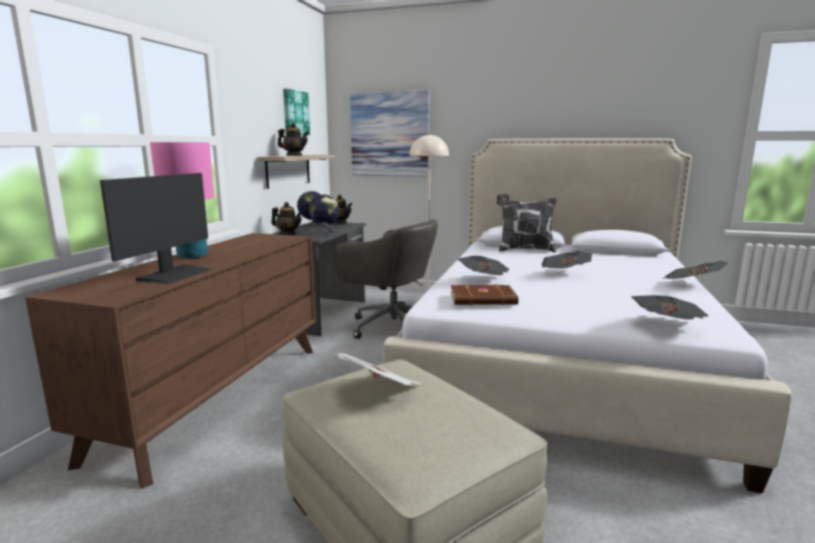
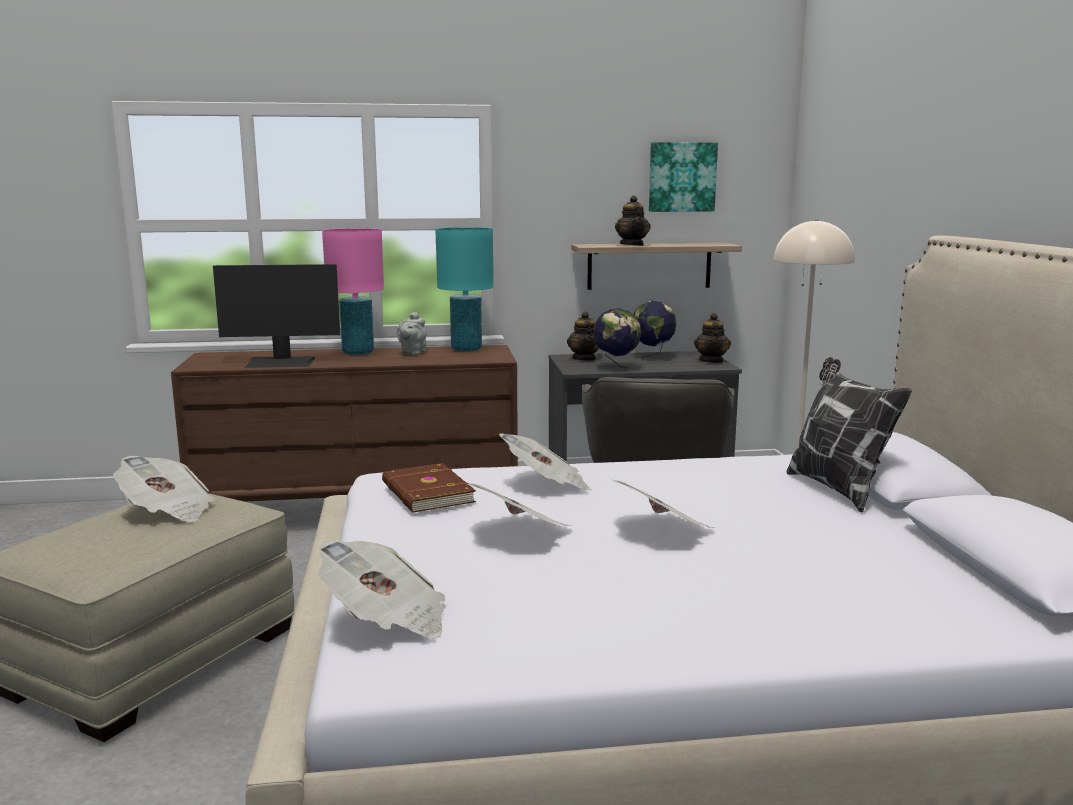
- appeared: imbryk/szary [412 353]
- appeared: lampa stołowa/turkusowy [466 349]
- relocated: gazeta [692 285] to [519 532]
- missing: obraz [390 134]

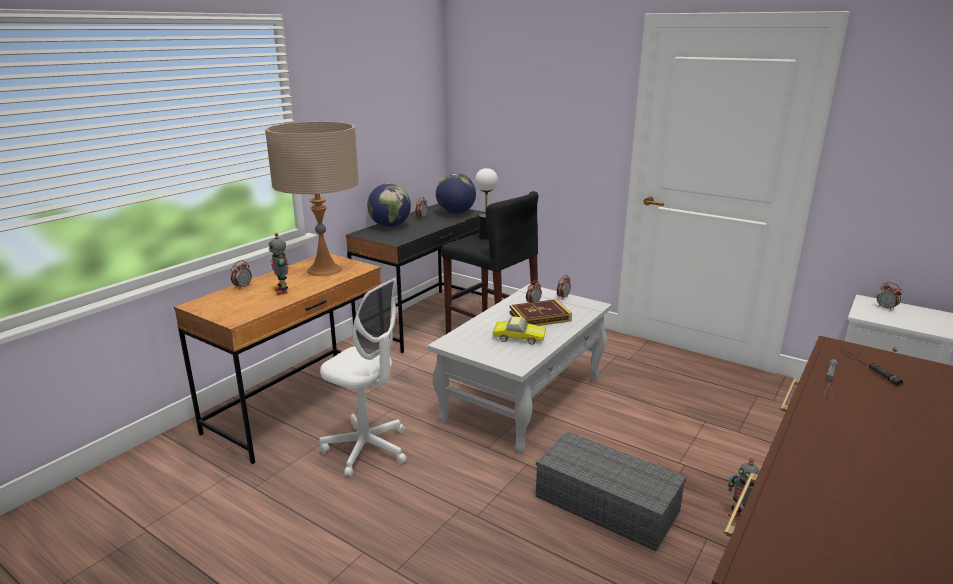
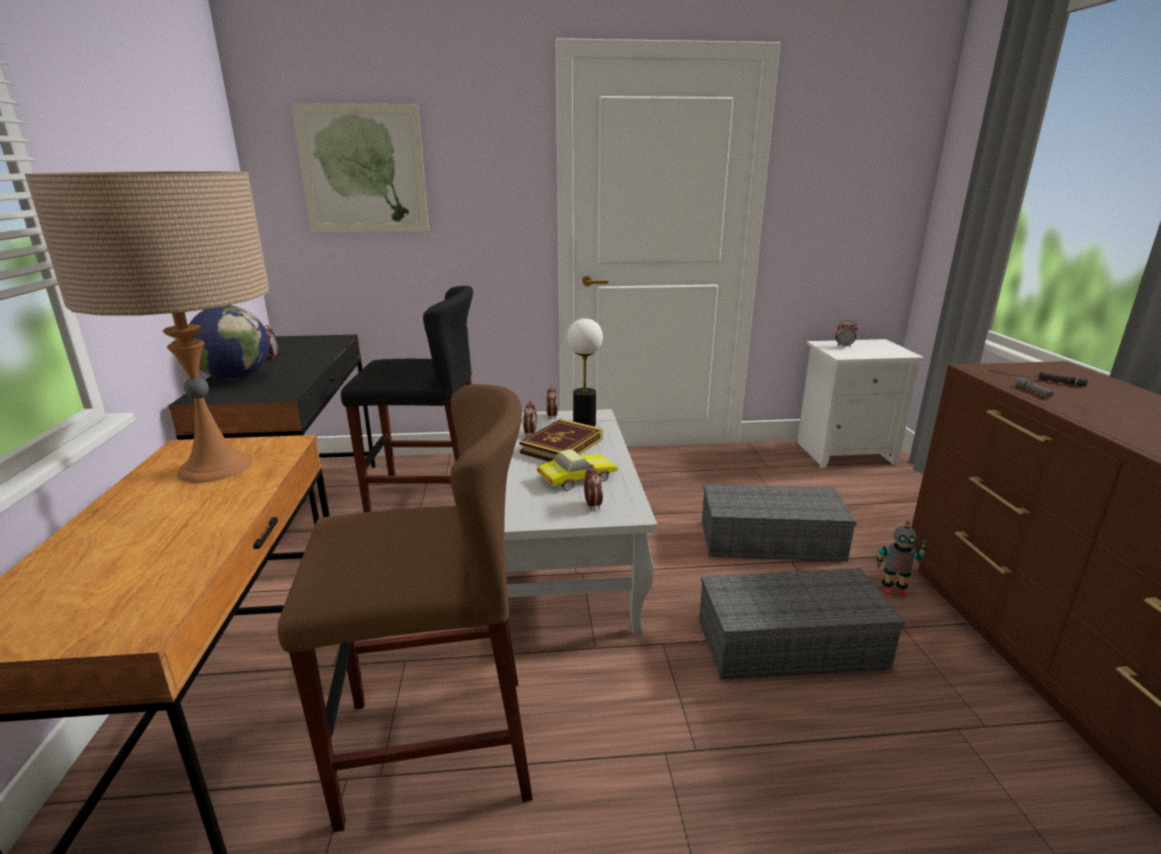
- exchanged: krzesło biurowe/biały [367 449] to stołek/brązowy [436 747]
- appeared: obraz [363 170]
- relocated: lampa stołowa [486 237] to [584 424]
- relocated: budzik [242 287] to [592 505]
- appeared: pojemnik do przechowywania/szary [769 541]
- missing: robot zabawkowy [282 291]
- missing: globus [456 213]

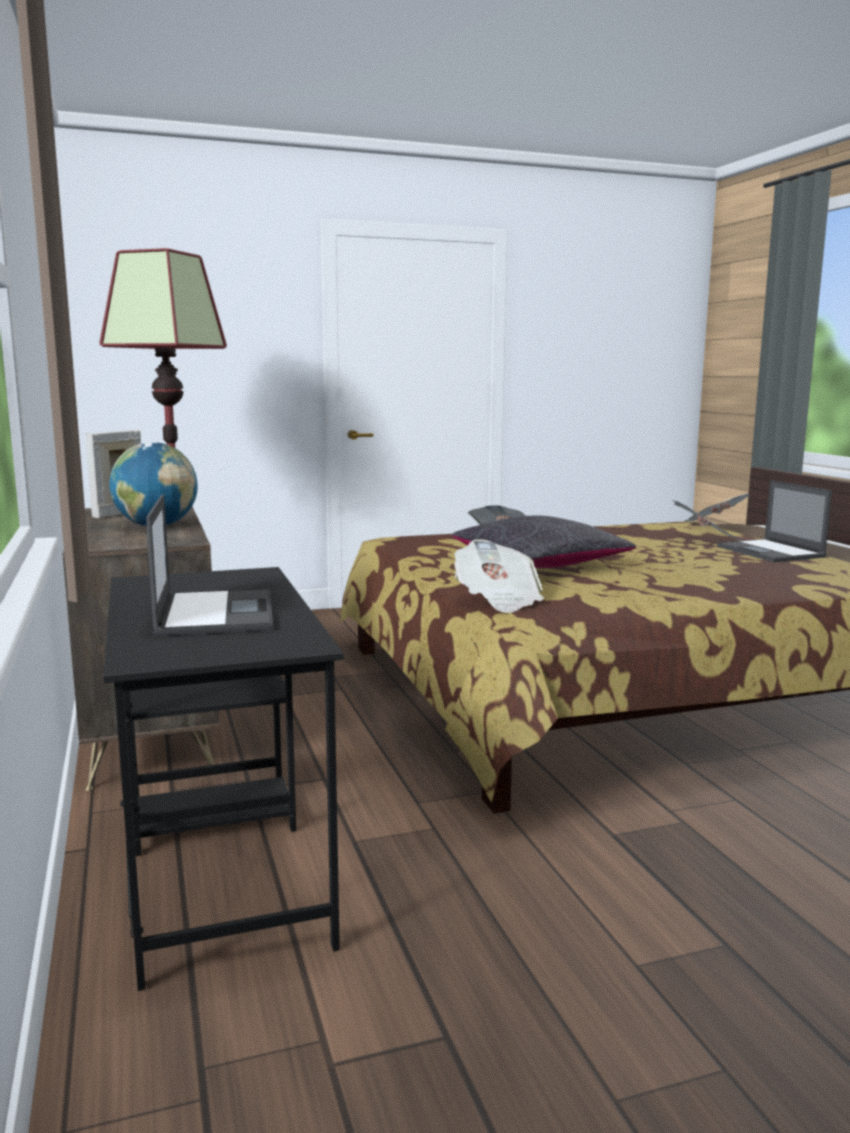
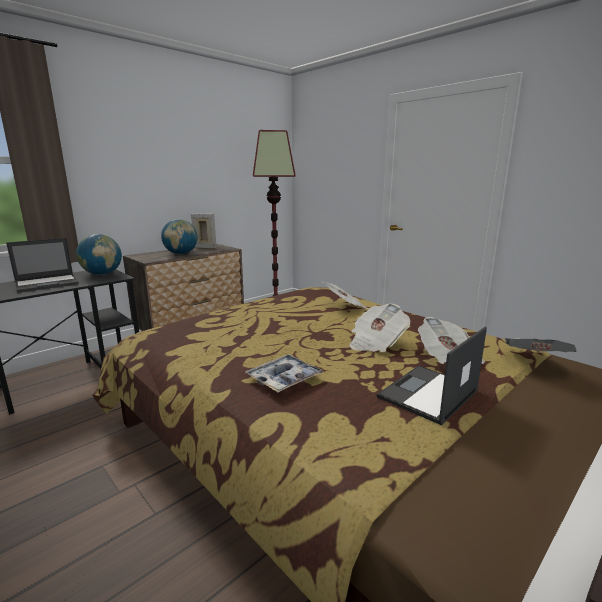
- appeared: globus [102 274]
- appeared: taca [284 379]
- relocated: gazeta [498 600] to [376 343]
- missing: poduszka/czarny [539 564]

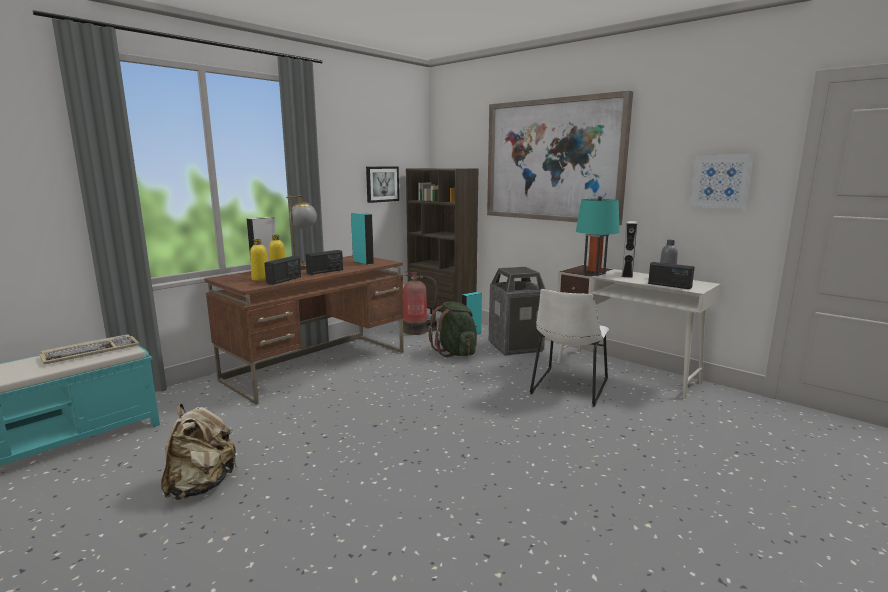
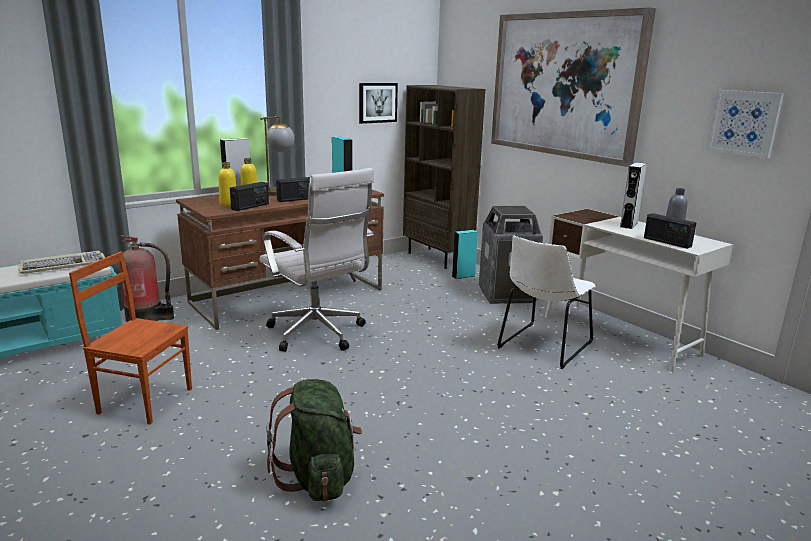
- exchanged: plecak/beżowy [201 486] to krzesło/brązowy [145 400]
- relocated: gaśnica [417 331] to [147 317]
- appeared: krzesło biurowe/biały [318 335]
- relocated: plecak/zielony [455 352] to [318 477]
- missing: lampa stołowa/turkusowy [594 273]

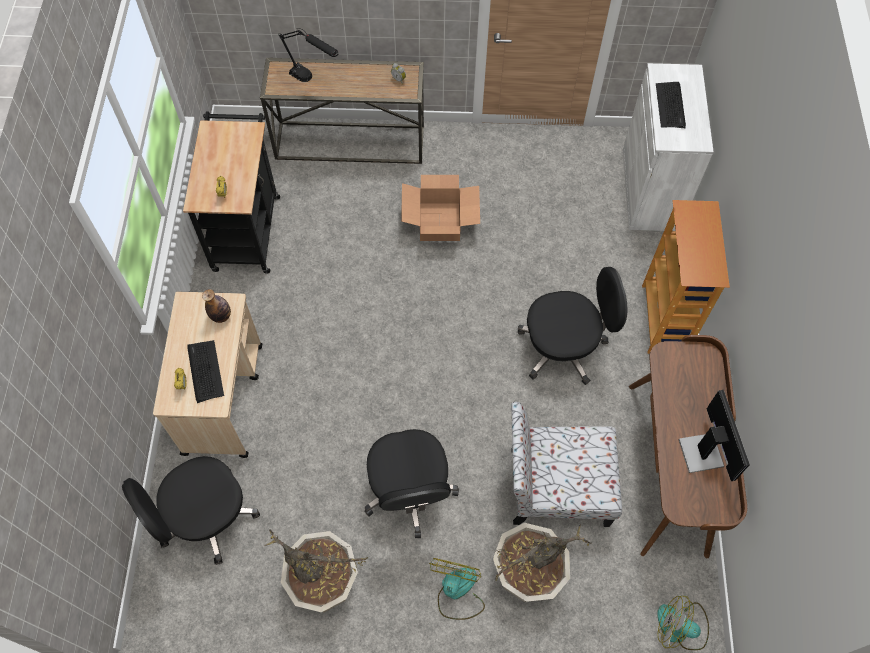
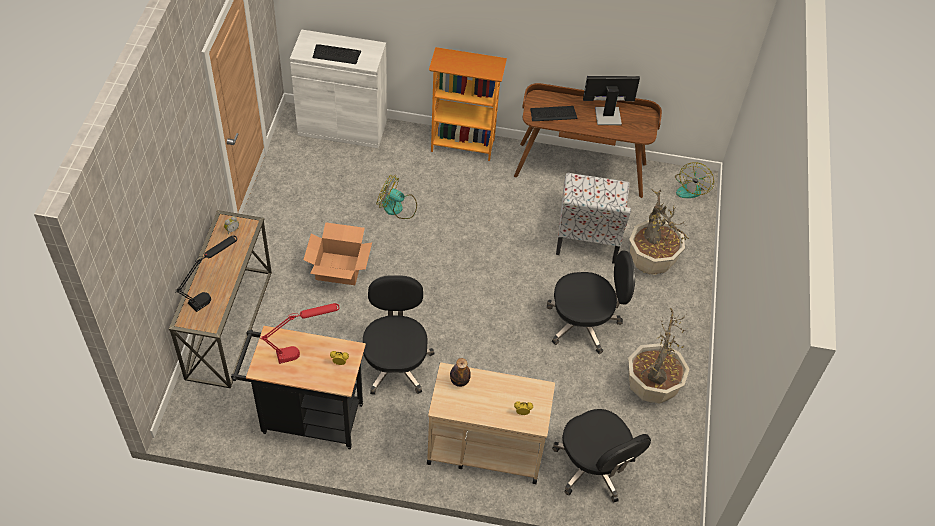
- appeared: lampa stołowa/czerwony [303 351]
- relocated: krzesło biurowe/czarny [563 347] to [395 363]
- relocated: wentylator [457 591] to [397 207]
- relocated: klawiatura [205 371] to [553 114]

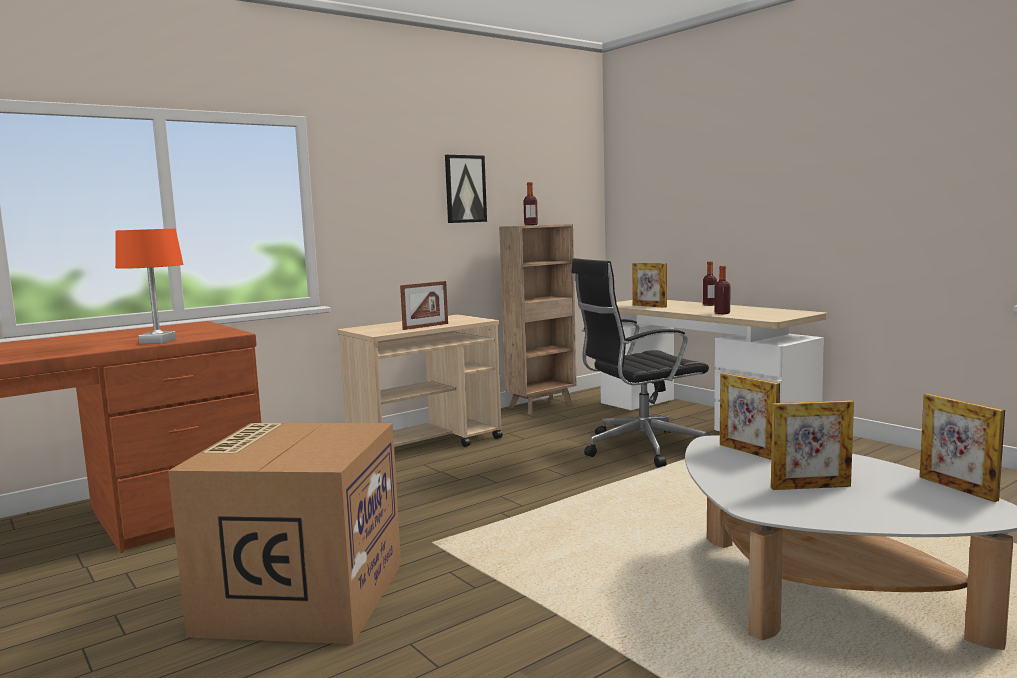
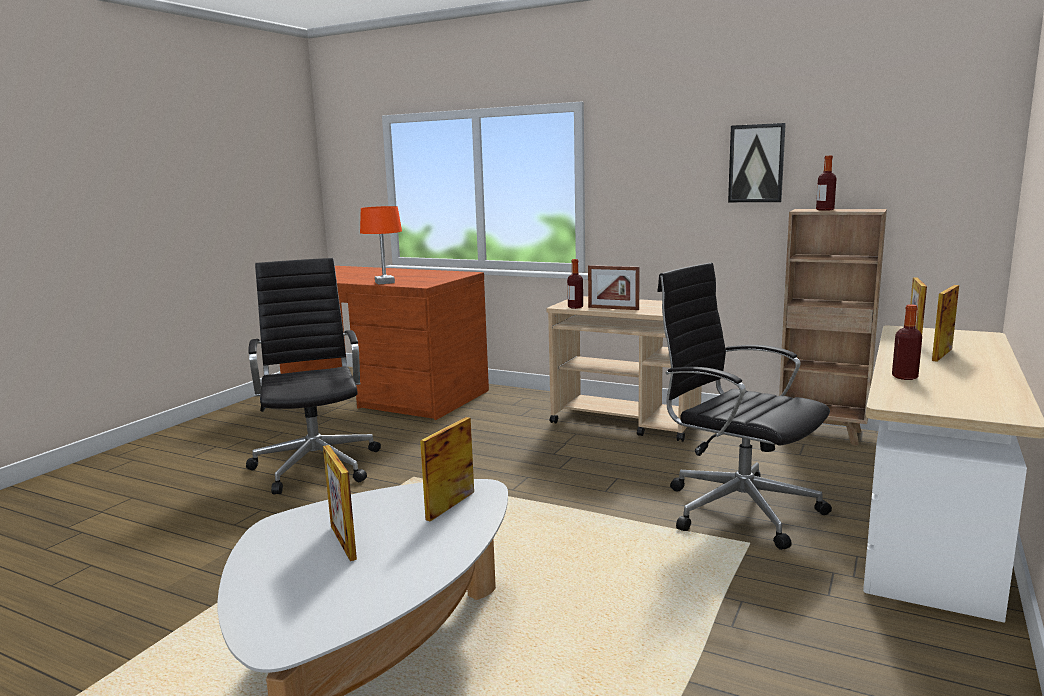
- exchanged: karton [301 596] to krzesło biurowe/czarny [316 464]
- relocated: butelka [709 305] to [575 307]
- relocated: ramka na zdjęcie [957 488] to [942 354]

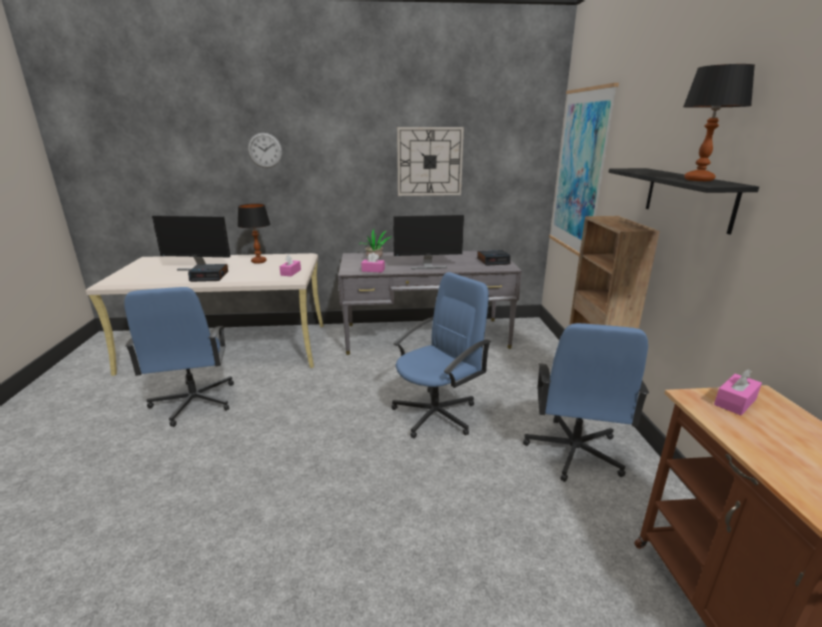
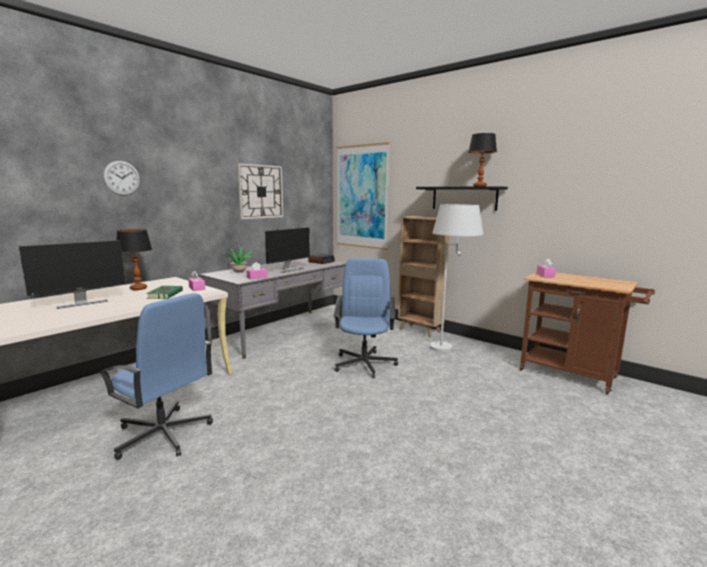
- appeared: książka/zielony [165 294]
- exchanged: krzesło biurowe/niebieski [573 452] to lampa stojąca/biały [450 351]
- missing: budzik [210 276]

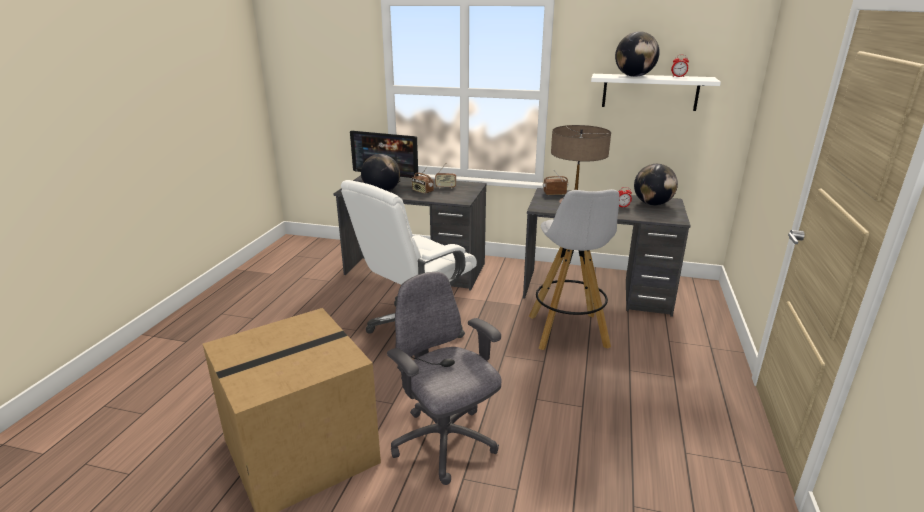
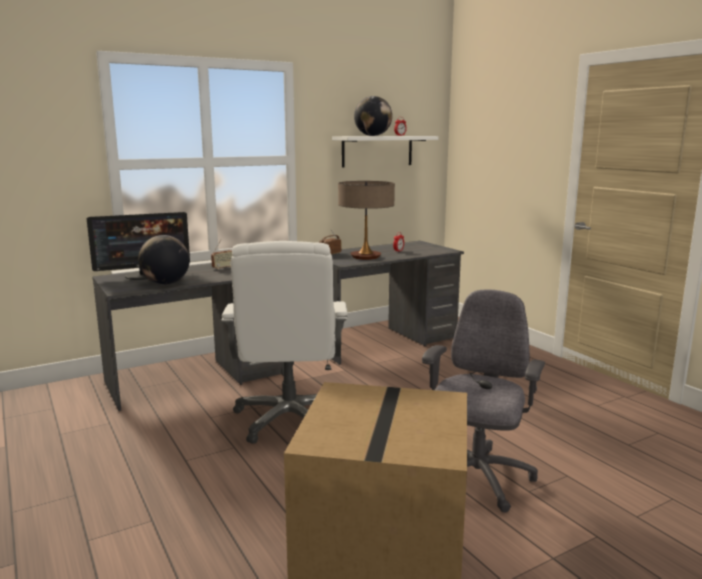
- spun: krzesło biurowe/szary [445 443] = [476 479] 105 degrees clockwise
- missing: radio [422 191]
- missing: stołek/biały [568 332]
- missing: globus [652 204]

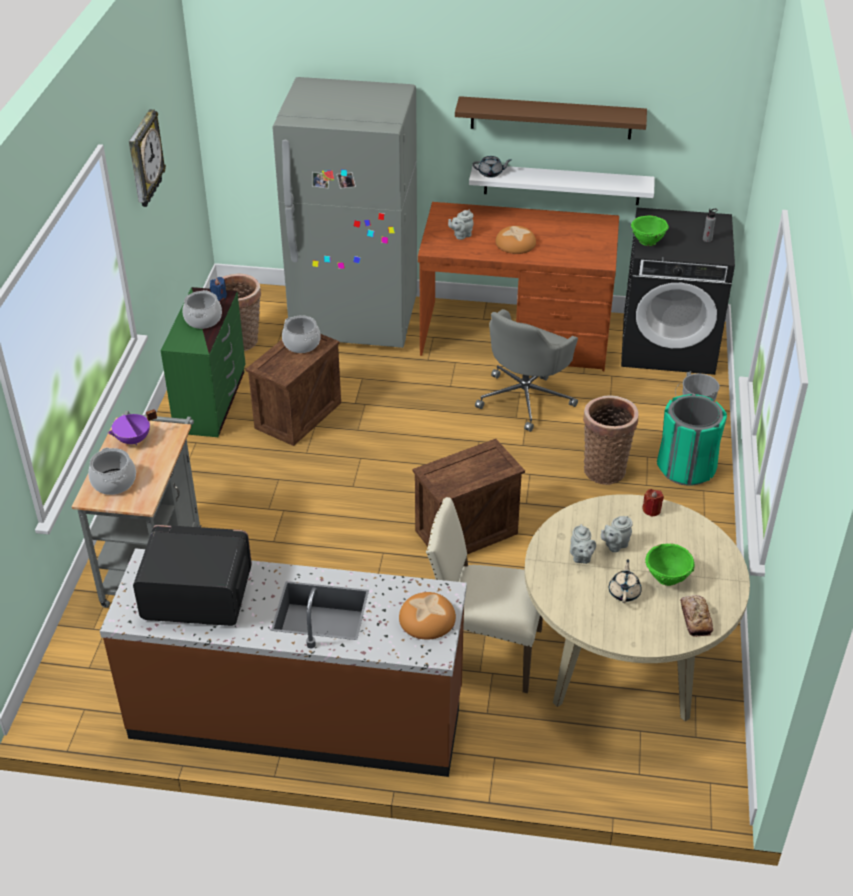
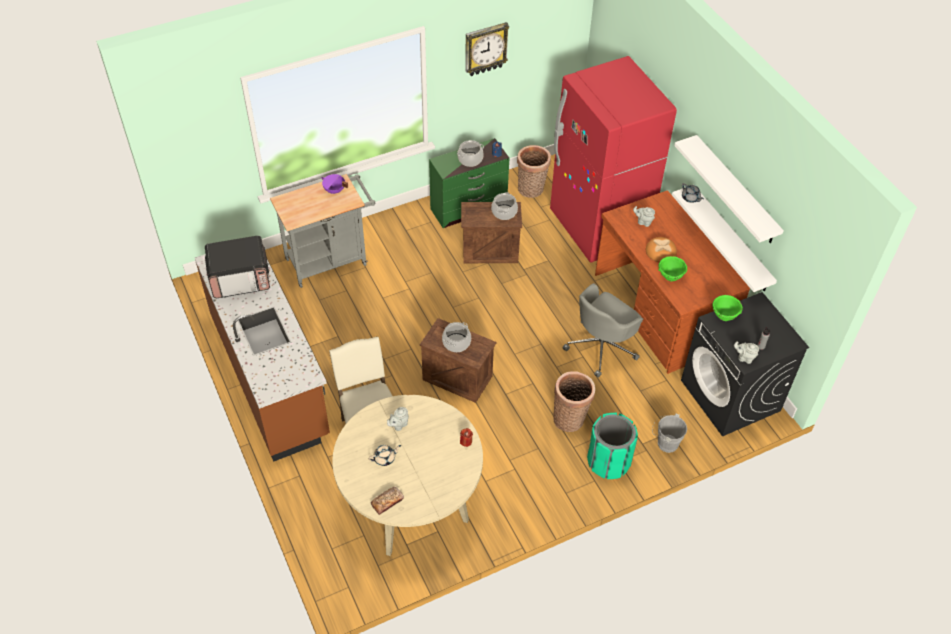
- spun: mikrofalówka [196 595] = [240 278] 105 degrees clockwise
- relocated: garnek [113 482] to [456 342]
- colour: lodówka/szary [355 321] to lodówka/czerwony [598 227]
- spun: krzesło biurowe/szary [525 398] = [601 347] 45 degrees counterclockwise
- relocated: miska/zielony [667 578] to [670 276]
- colour: półka/brązowy [551 117] to półka/biały [735 190]
- relocated: imbryk/szary [615 545] to [744 358]
- missing: chleb [426 619]

